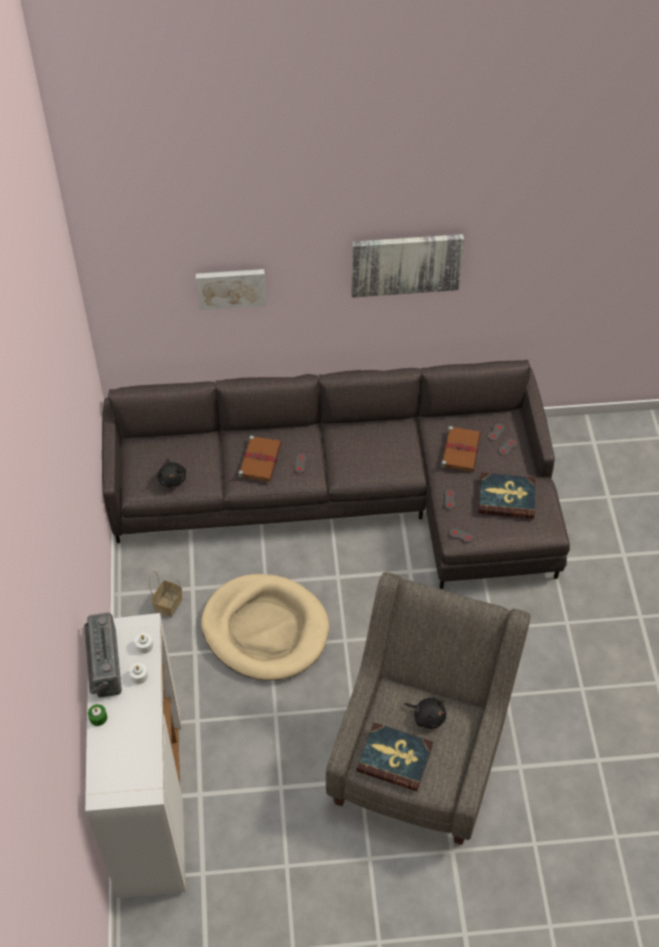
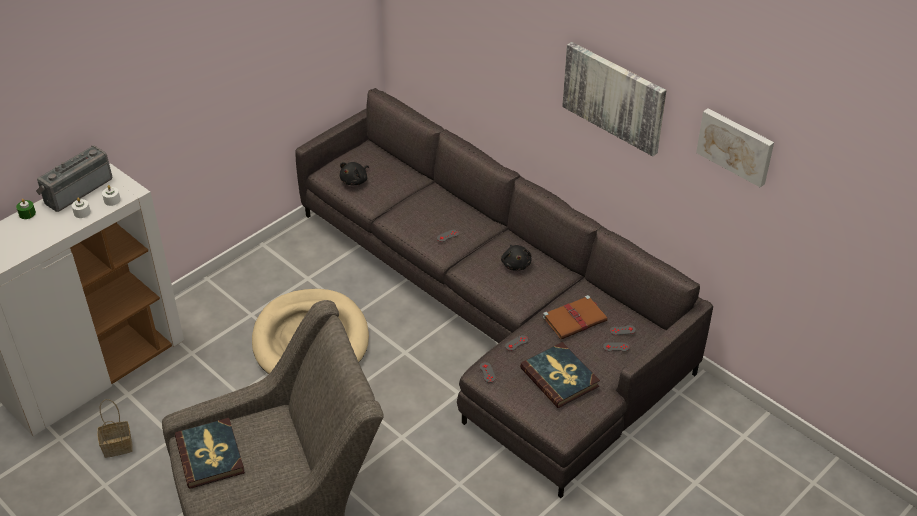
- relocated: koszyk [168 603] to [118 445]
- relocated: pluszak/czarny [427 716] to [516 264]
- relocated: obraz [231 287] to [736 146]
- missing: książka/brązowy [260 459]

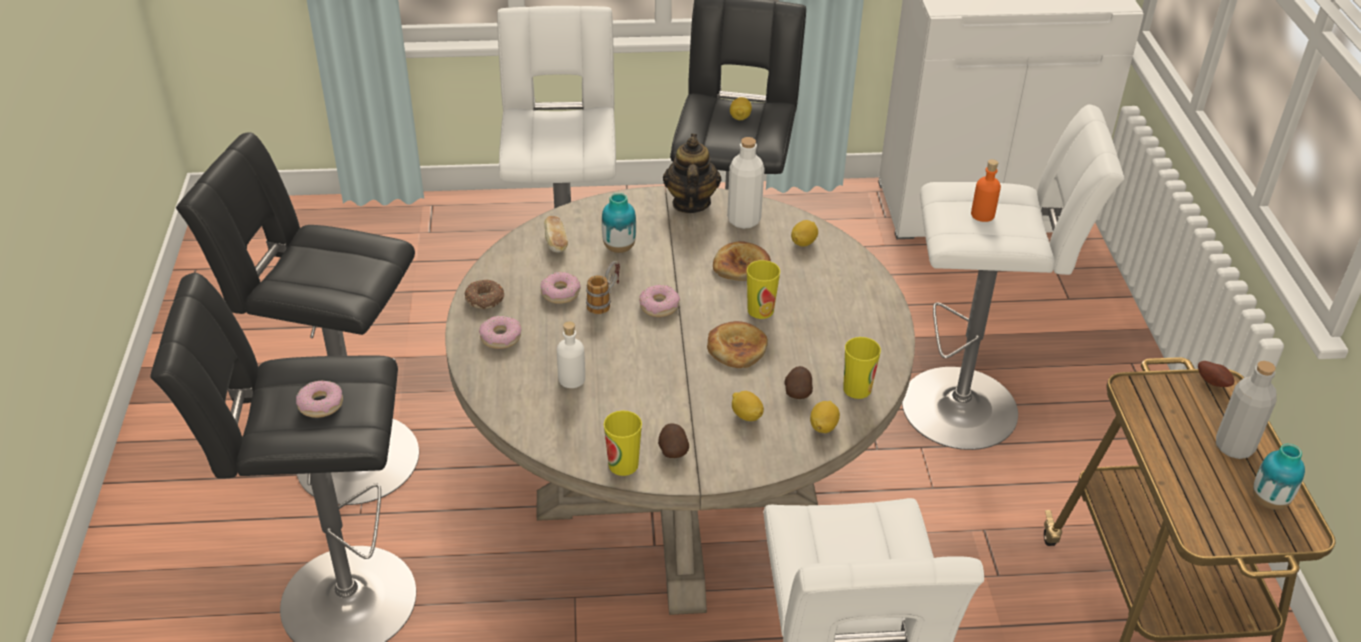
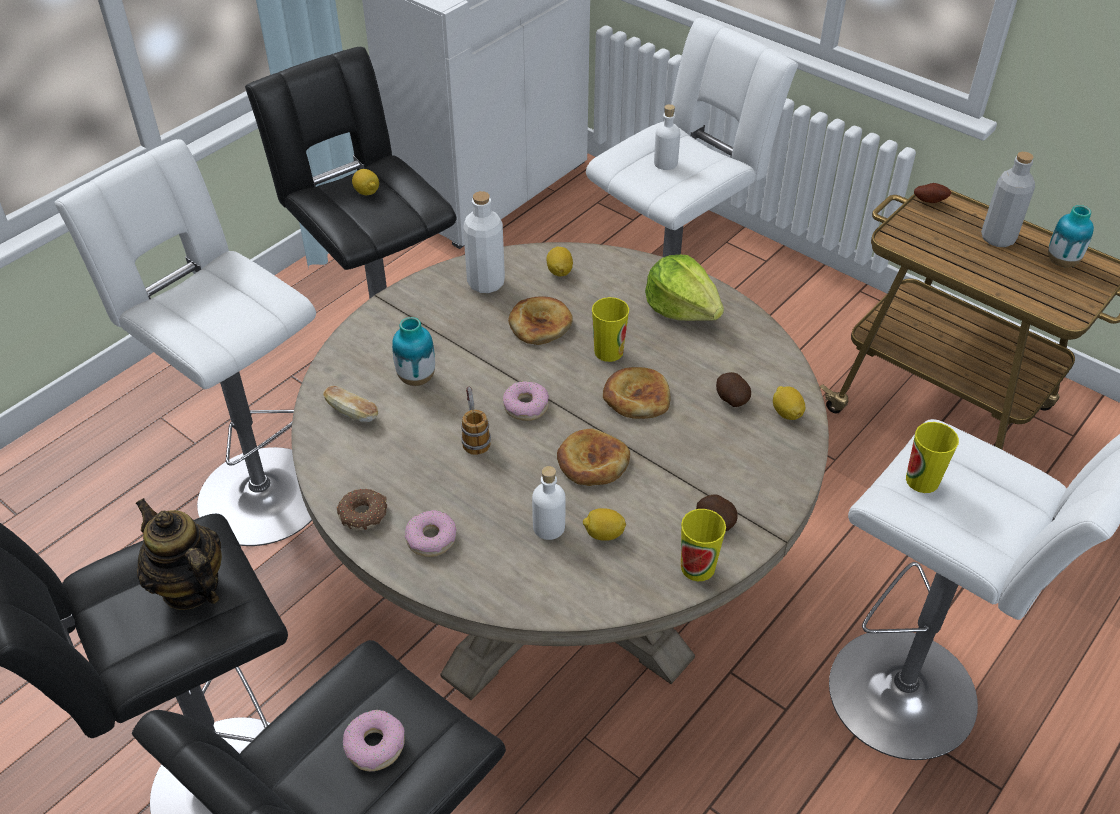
- relocated: imbryk [690 203] to [189 587]
- appeared: chleb [592 462]
- relocated: cytryna [746 415] to [603 534]
- appeared: sałata [682 308]
- colour: butelka/pomarańczowy [982 215] to butelka/biały [665 163]
- relocated: filiżanka [857 389] to [922 480]
- missing: donut [560 293]

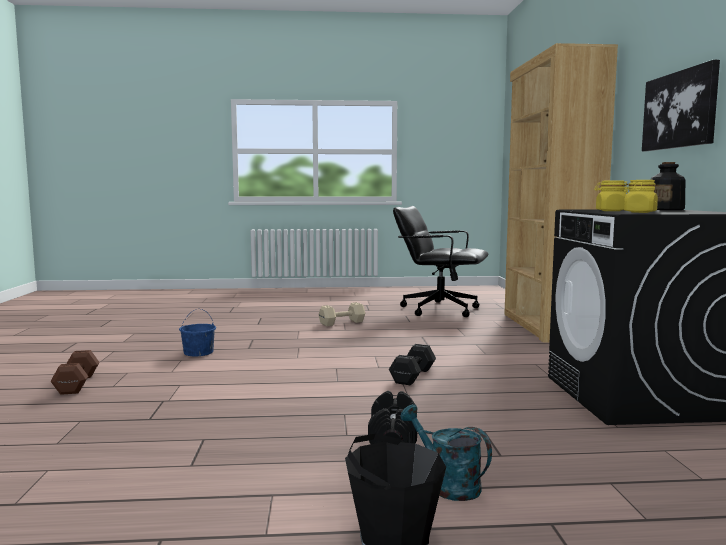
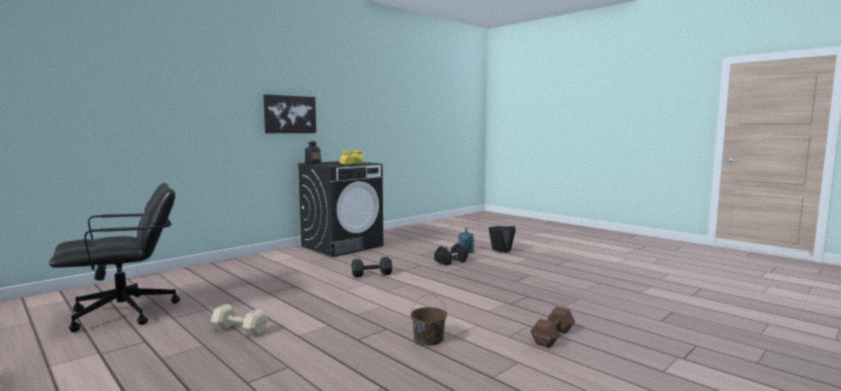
- spun: krzesło biurowe/czarny [439 309] = [125 313] 105 degrees counterclockwise
- colour: wiadro/niebieski [198 352] to wiadro/brązowy [428 339]
- missing: regał/brązowy [547 326]

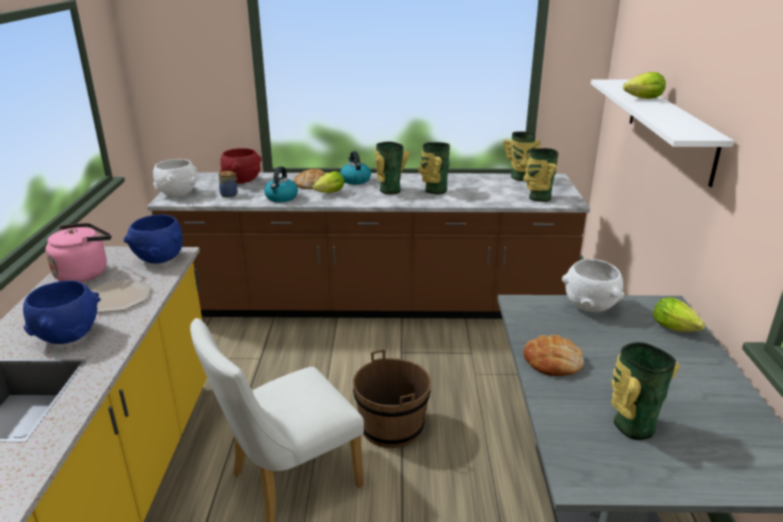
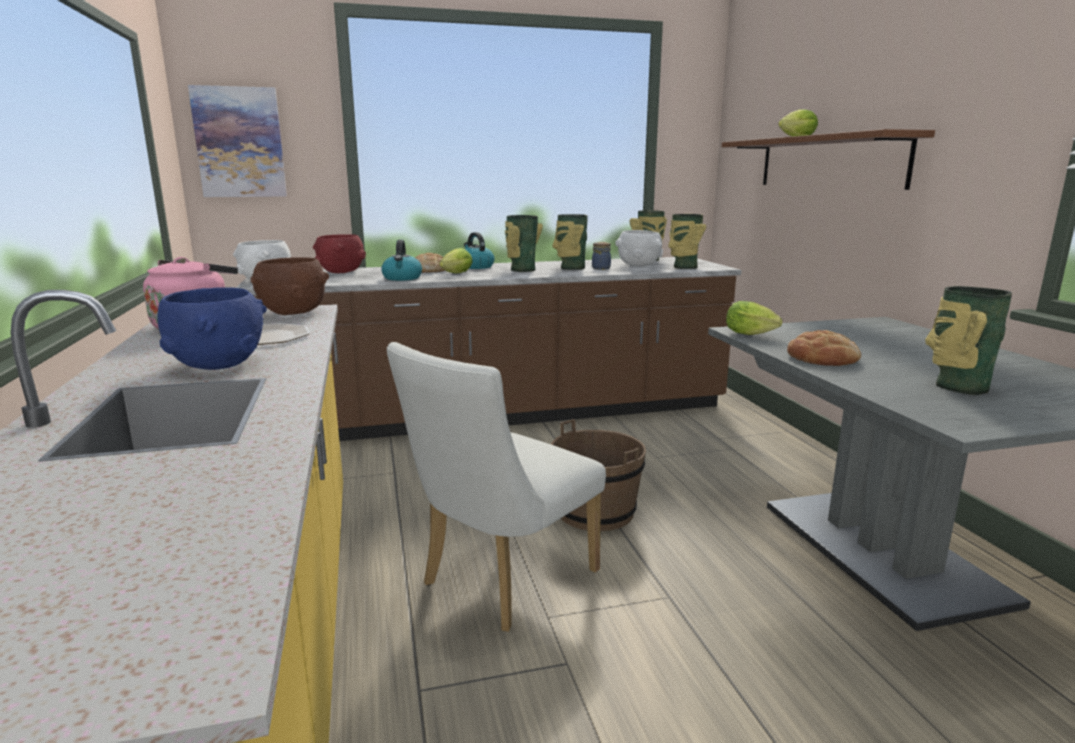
- appeared: obraz [239 143]
- colour: miska/niebieski [160 259] to miska/brązowy [293 313]
- relocated: słoik [230 194] to [601 268]
- relocated: miska/biały [589 306] to [638 265]
- colour: półka/biały [669 127] to półka/brązowy [828 162]
- relocated: sałata [676 329] to [752 335]

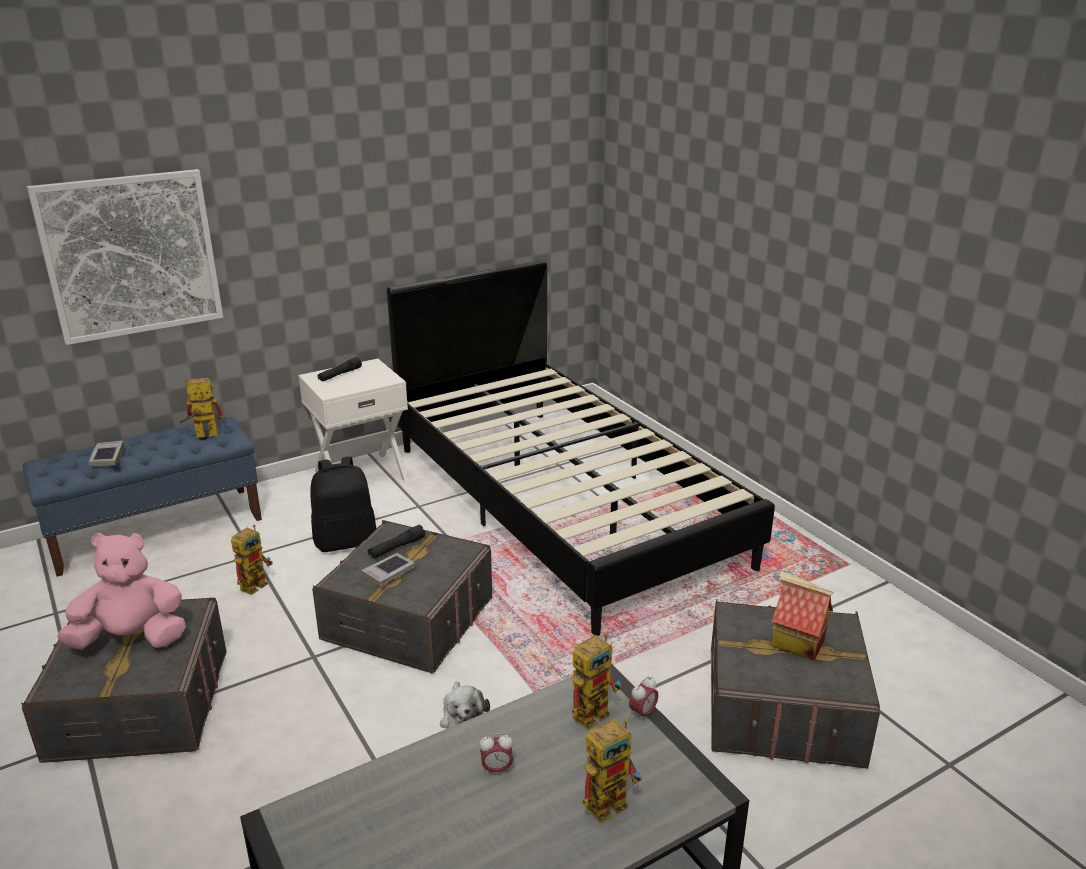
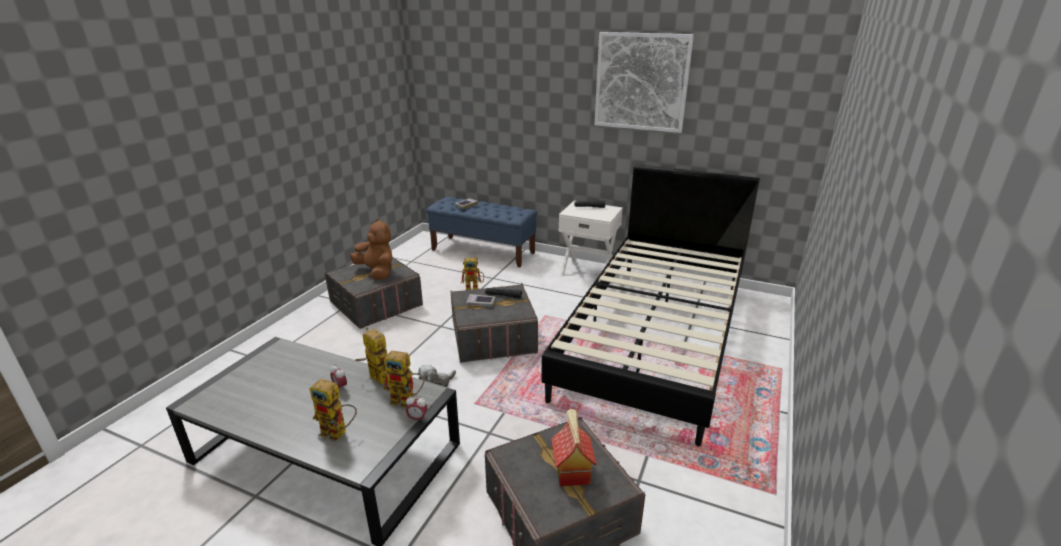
- colour: pluszak/różowy [132 639] to pluszak/brązowy [377 272]
- relocated: robot zabawkowy [201 435] to [375 377]
- relocated: obraz [131 255] to [641 82]
- missing: plecak/czarny [346 541]

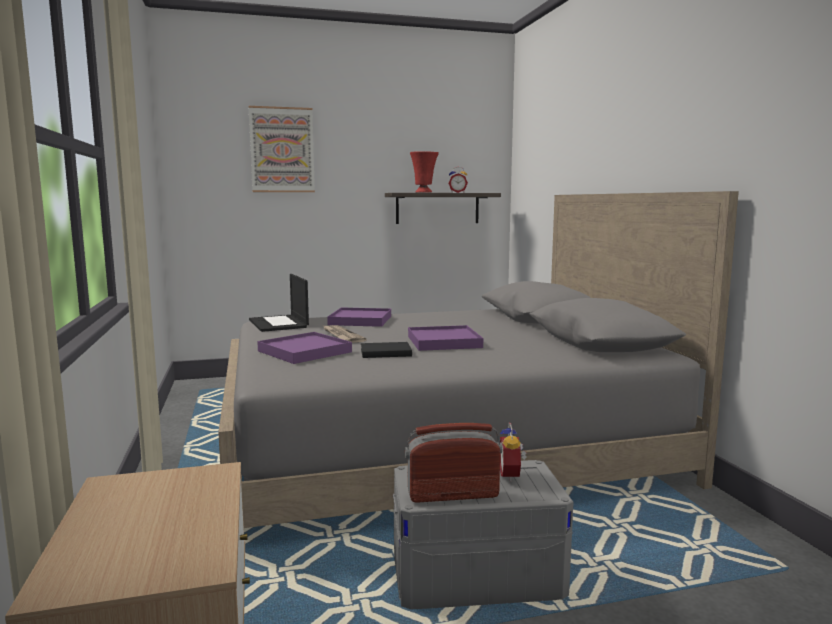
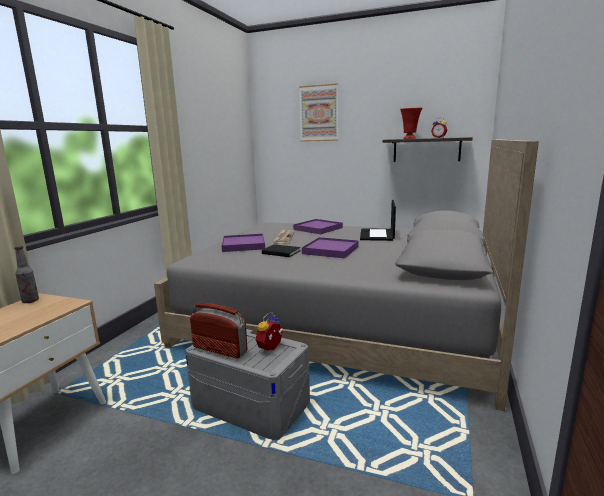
- appeared: butelka [30 301]
- relocated: laptop [279 323] to [377 235]

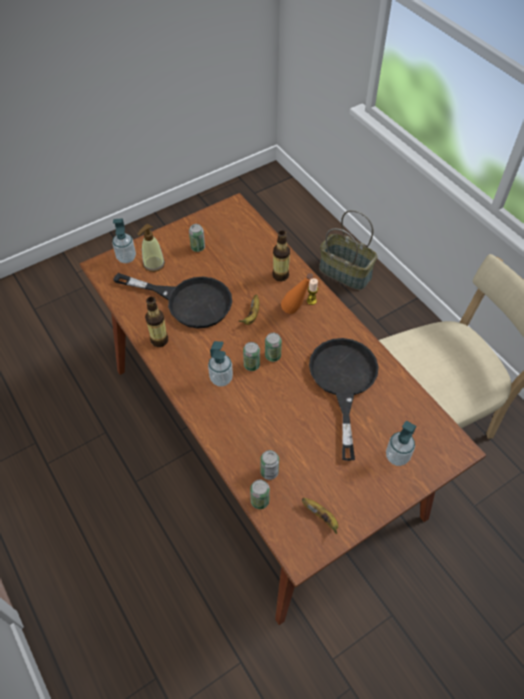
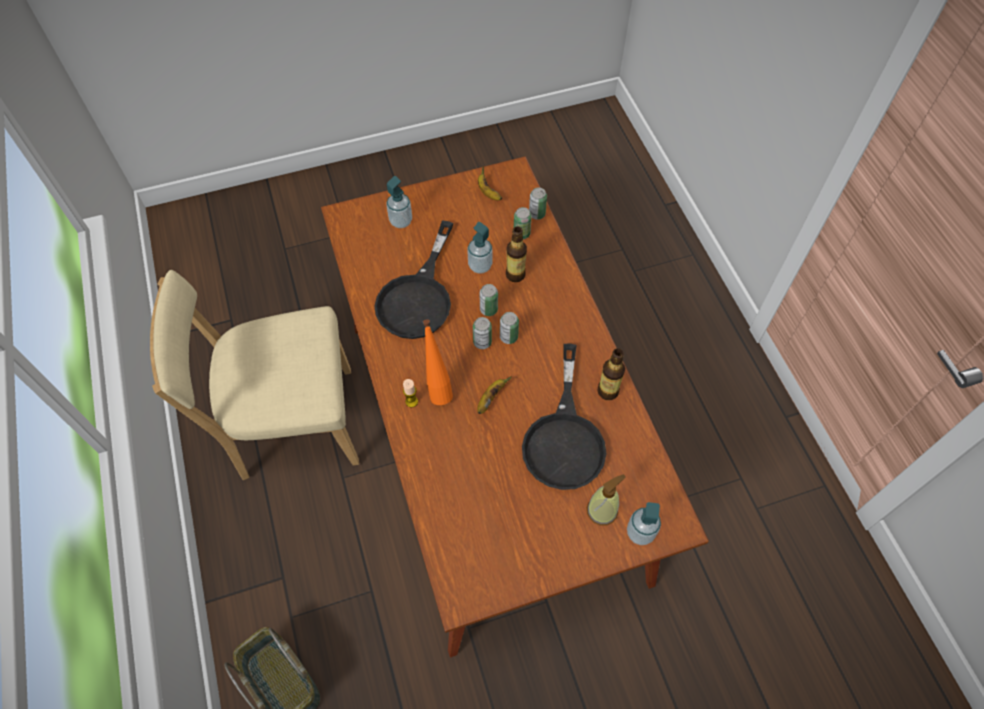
- relocated: dozownik mydła [221 379] to [480 266]
- relocated: puszka [198 247] to [488 309]
- relocated: butelka [280 275] to [515 274]
- spun: patelnia/czarny [188 301] = [564 437] 120 degrees counterclockwise

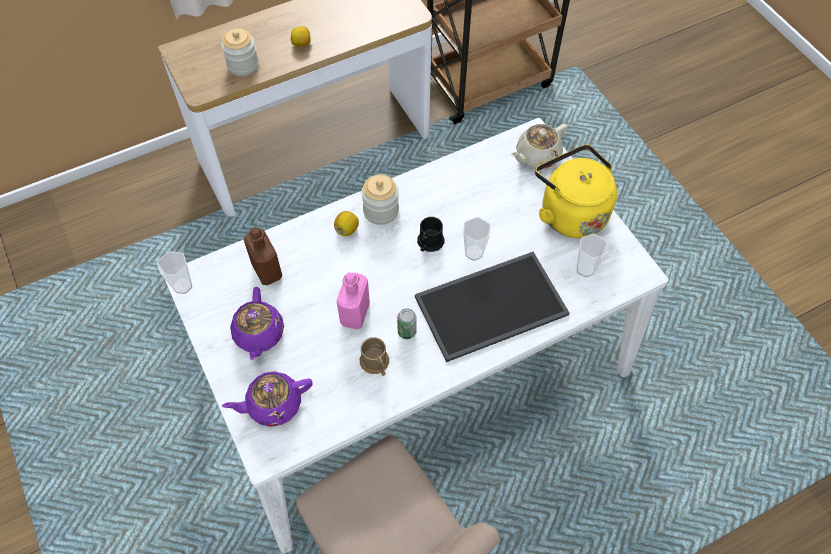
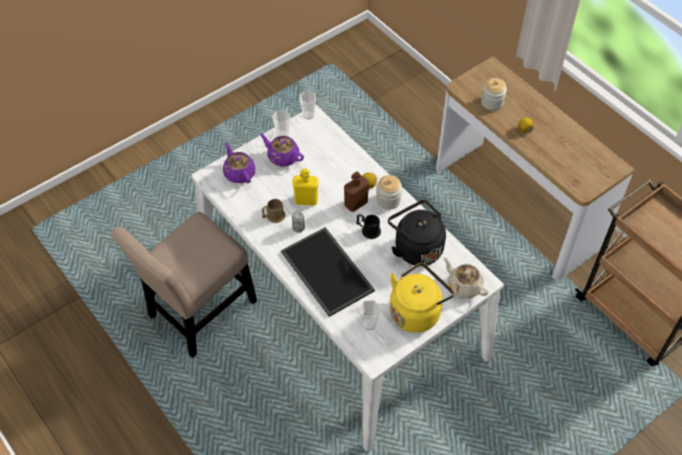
- spun: imbryk/fioletowy [259 334] = [283 157] 45 degrees clockwise
- relocated: filiżanka [474 253] to [282 134]
- colour: butelka/różowy [355 314] to butelka/żółty [306 200]
- relocated: butelka/brązowy [267 271] to [356 203]
- appeared: czajnik/czarny [416 247]

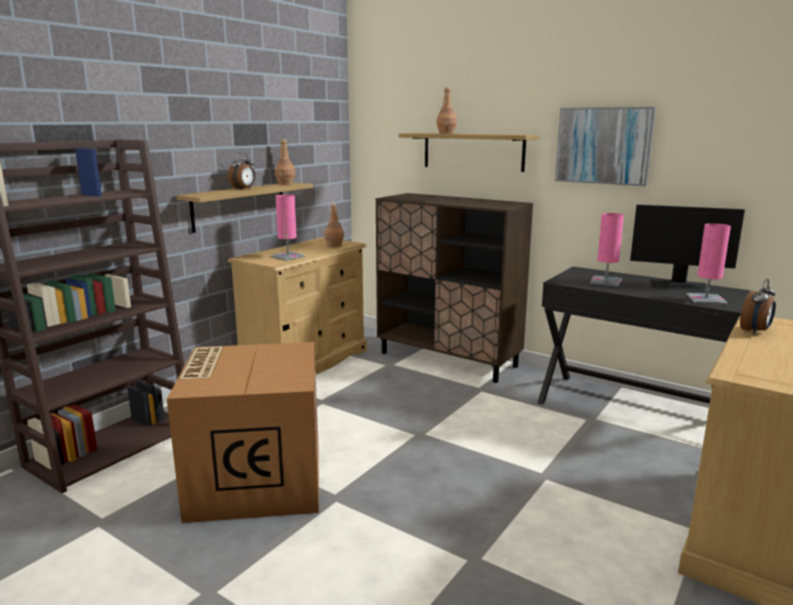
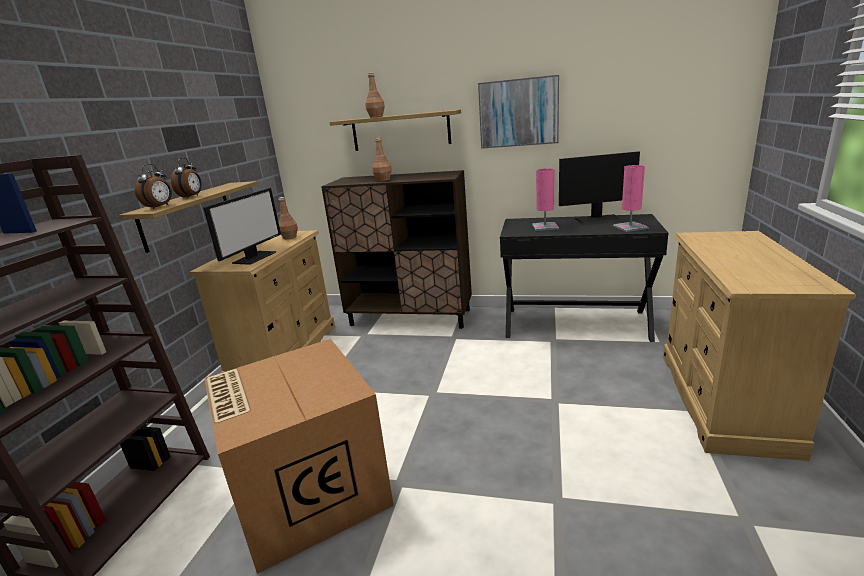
- relocated: budzik [755 331] to [160 207]
- exchanged: lampa stołowa/różowy [288 257] to monitor [254 257]
- relocated: butelka/brązowy [285 183] to [383 180]

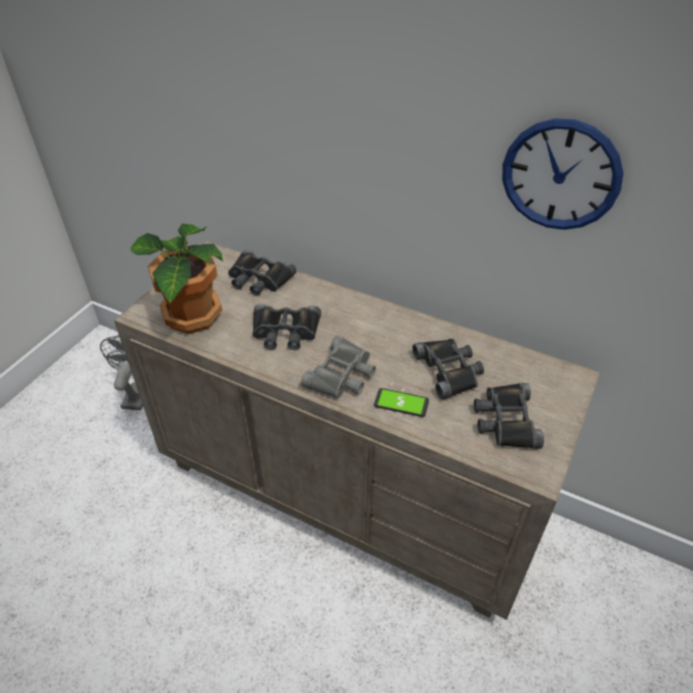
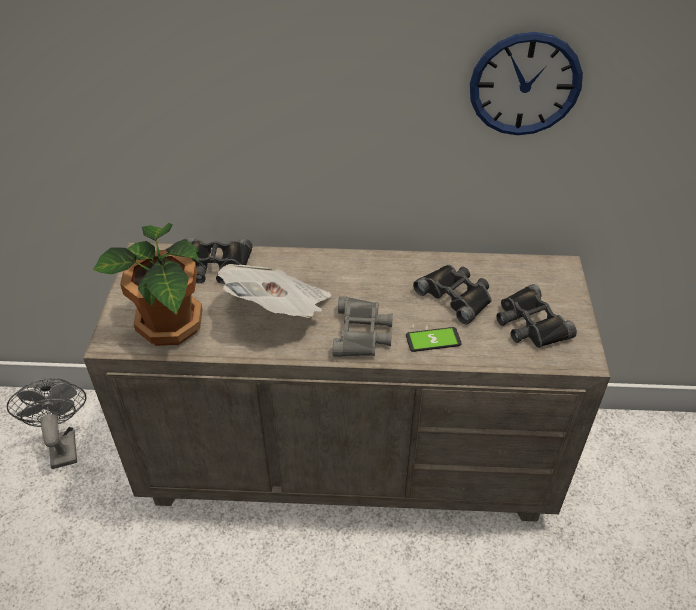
- exchanged: lornetka/czarny [285 332] to gazeta [279 310]

